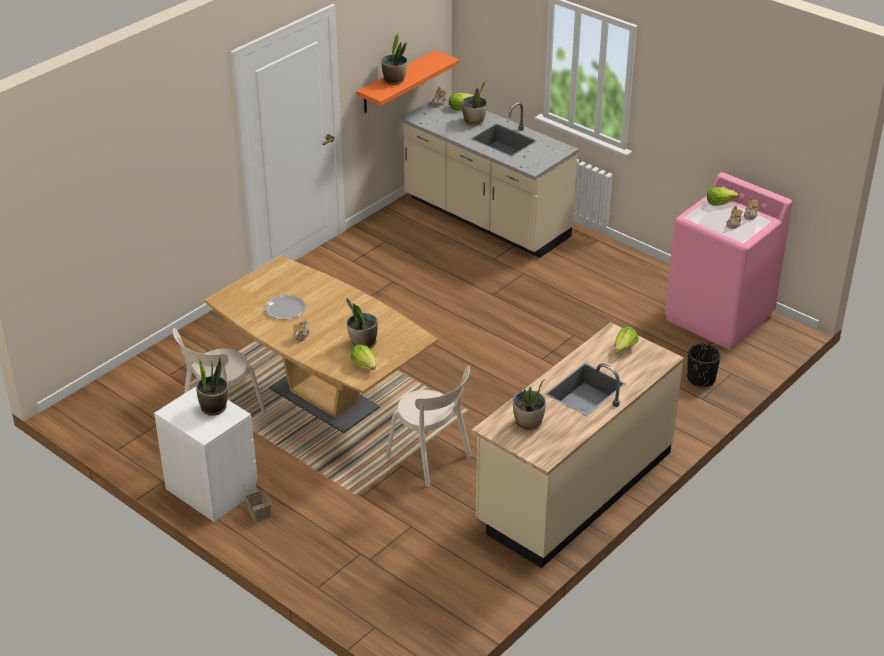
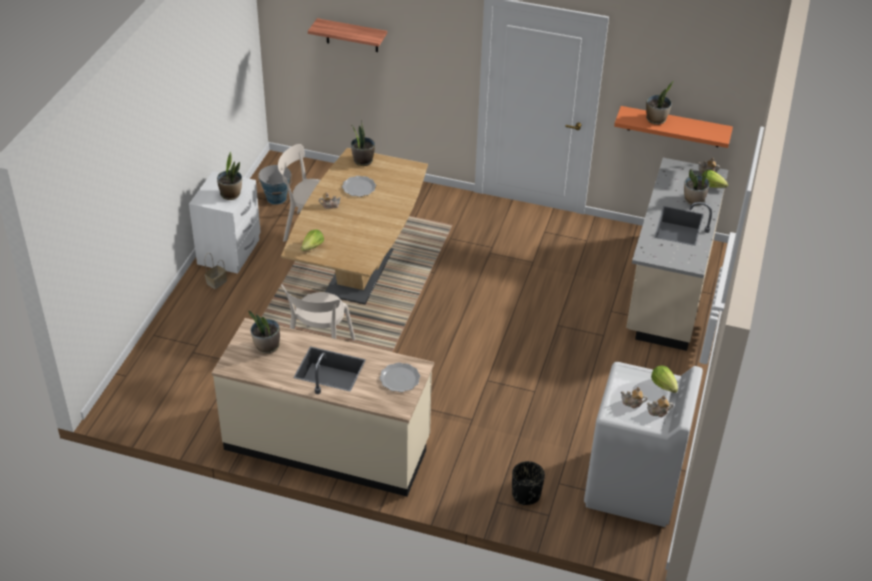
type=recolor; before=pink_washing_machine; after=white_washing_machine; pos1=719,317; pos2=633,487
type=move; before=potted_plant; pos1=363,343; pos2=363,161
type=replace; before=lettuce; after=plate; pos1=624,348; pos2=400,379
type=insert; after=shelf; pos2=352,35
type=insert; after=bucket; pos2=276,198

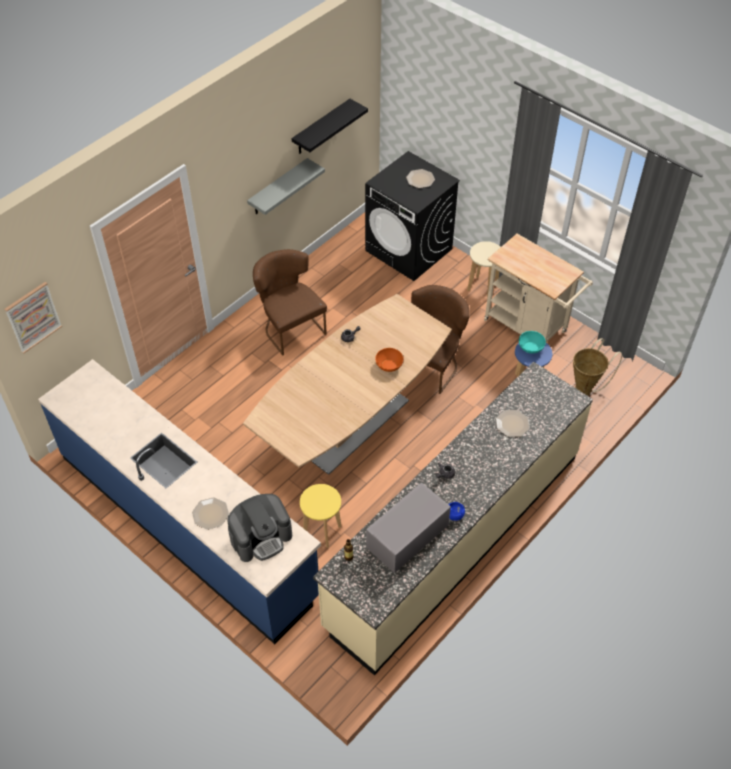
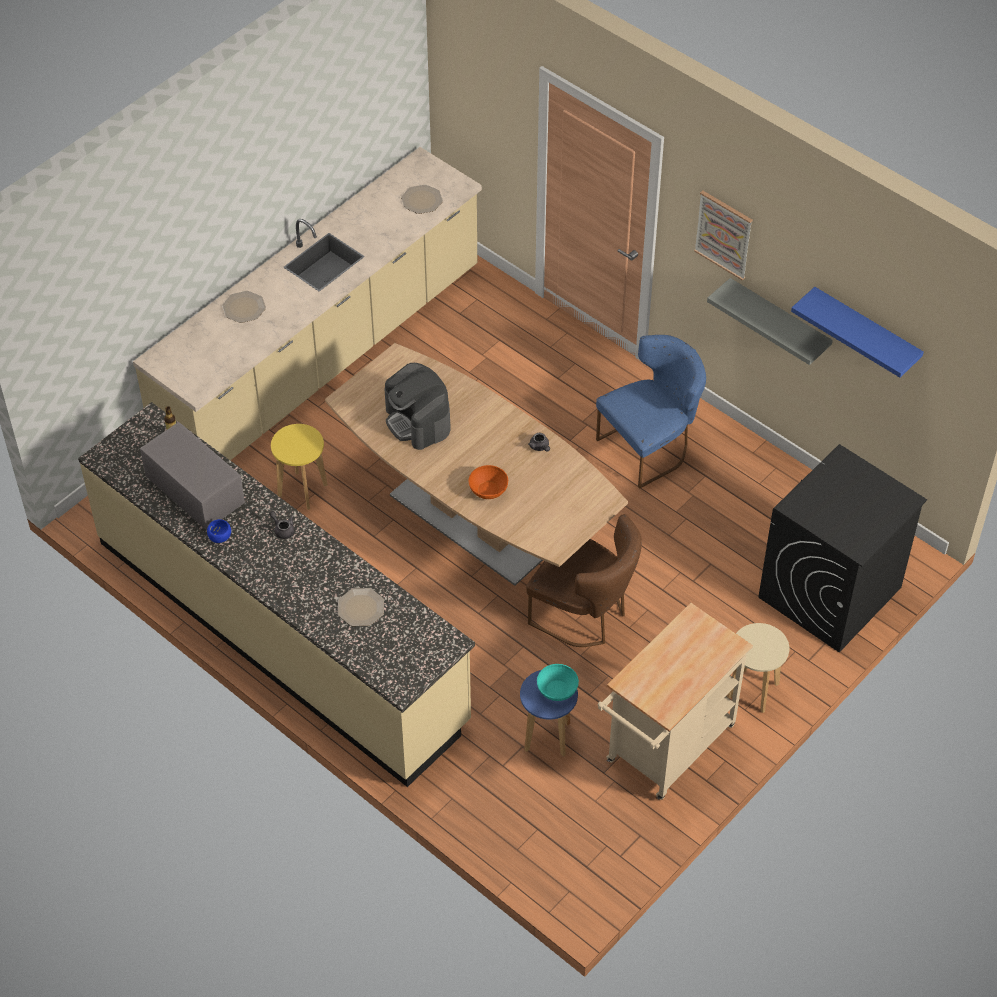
type=recolor; before=black_shelf; after=blue_shelf; pos1=321,127; pos2=866,331
type=move; before=plate; pos1=420,179; pos2=421,200
type=recolor; before=brown_chair; after=blue_chair; pos1=290,327; pos2=650,447
type=move; before=picture; pos1=33,317; pos2=724,234
type=delete; before=basket; pos1=586,389
type=recolor; before=blue_counter; after=beige_counter; pos1=187,524; pos2=322,359
type=move; before=coffee_machine; pos1=261,537; pos2=418,421

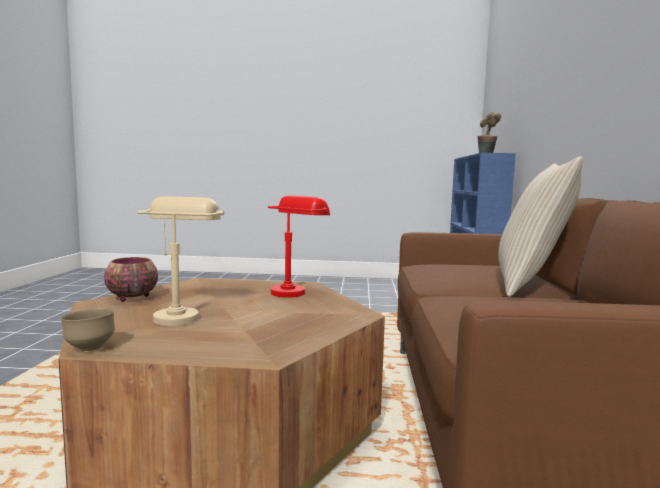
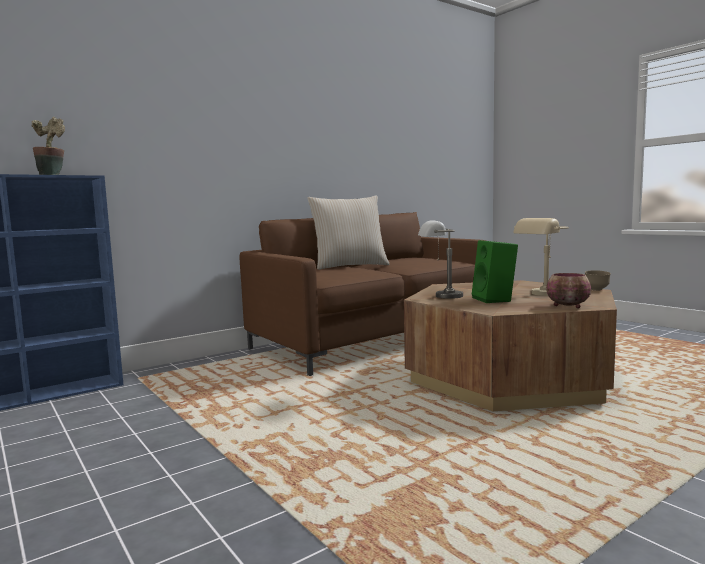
type=recolor; before=red_table_lamp; after=grey_table_lamp; pos1=295,290; pos2=439,296
type=insert; after=green_speaker; pos2=495,300

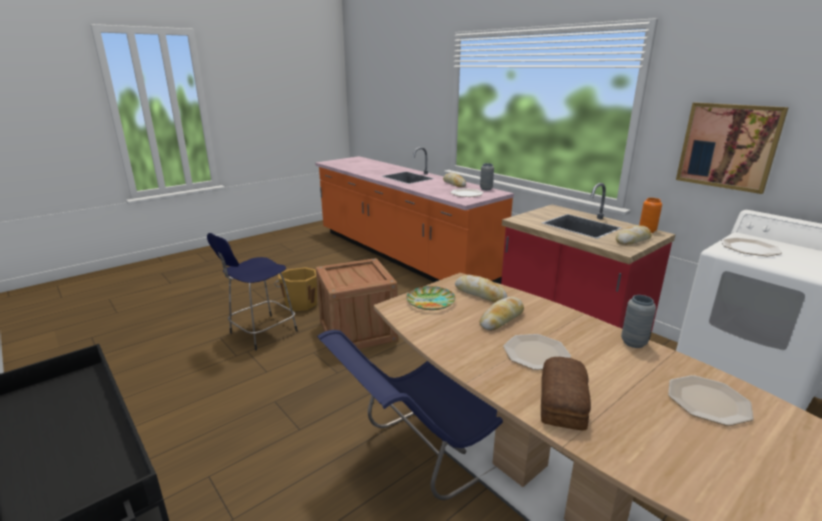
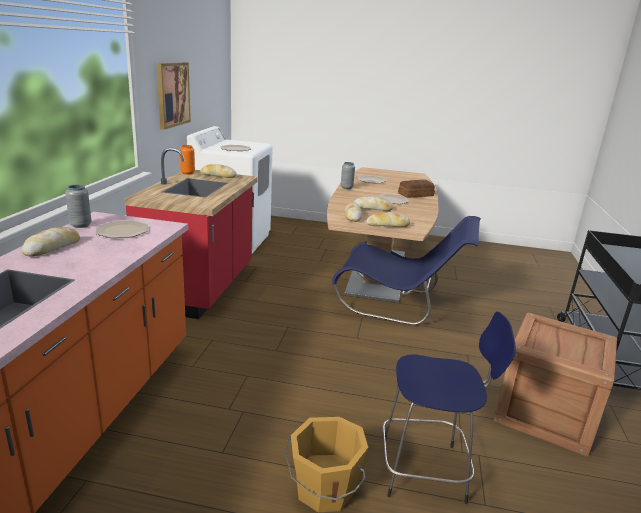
type=move; before=crate; pos1=357,331; pos2=545,414
type=replace; before=plate; after=bread; pos1=430,301; pos2=387,225

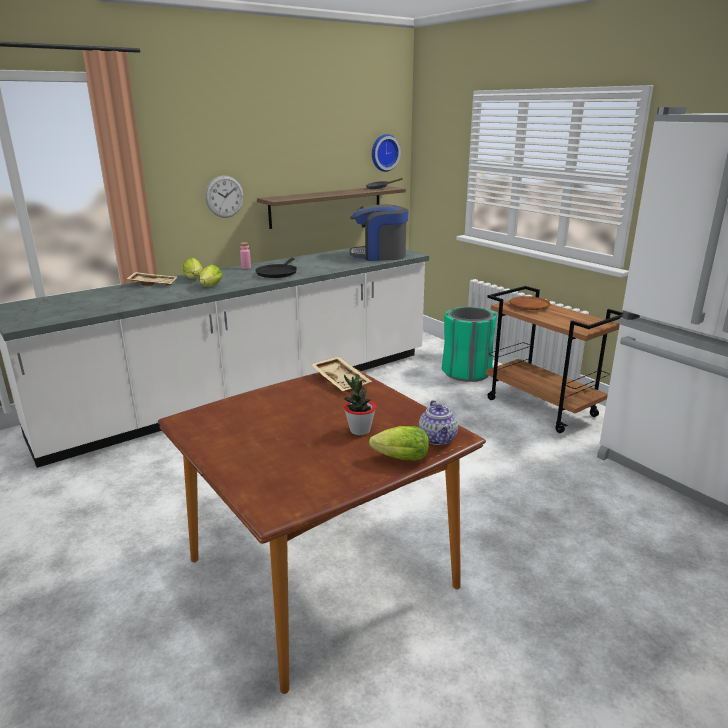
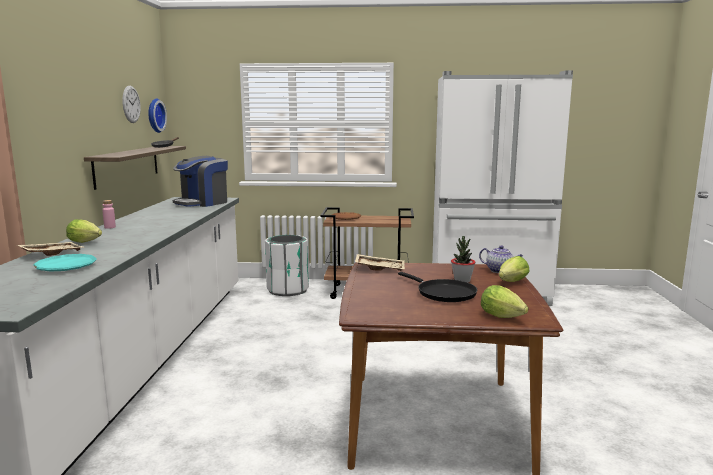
type=move; before=wall_clock; pos1=224,196; pos2=131,104
type=move; before=black_frying_pan; pos1=277,273; pos2=443,293
type=move; before=lettuce; pos1=210,287; pos2=504,317
type=recolor; before=green_trash_can; after=white_trash_can; pos1=466,372; pos2=287,290
type=insert; after=turquoise_plate; pos2=66,267

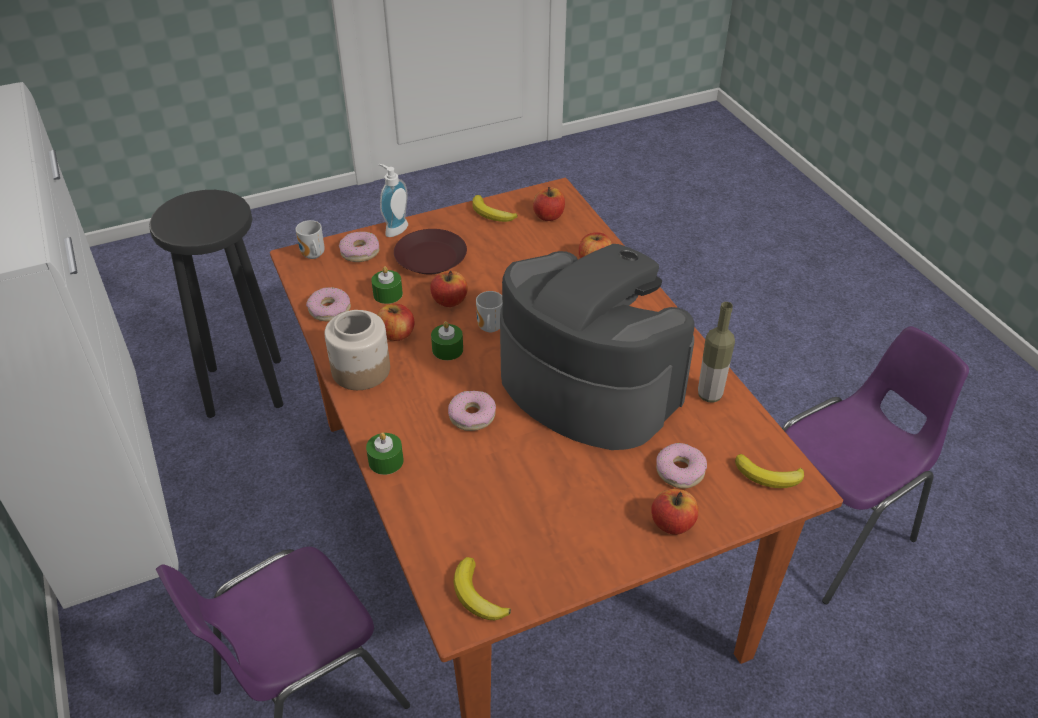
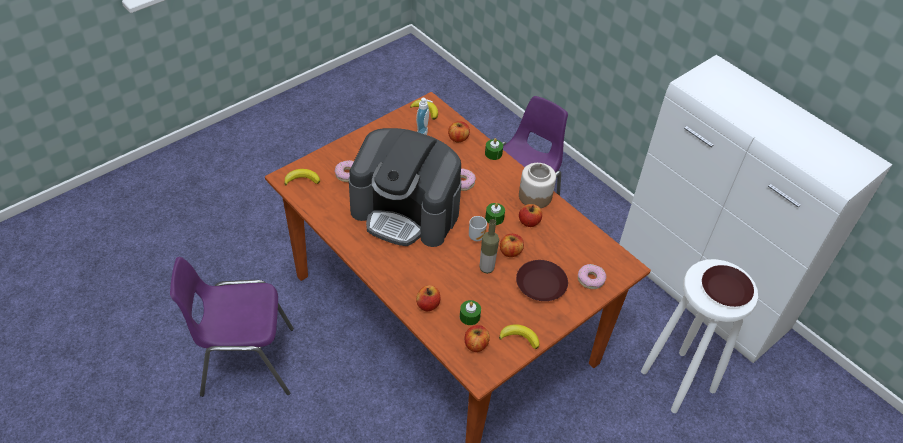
type=move; before=soap_dispenser; pos1=394,228; pos2=424,134
type=recolor; before=black_stool; after=white_stool; pos1=246,386; pos2=677,381
type=delete; before=mug; pos1=312,256
type=move; before=green_candle; pos1=388,294; pos2=469,316
type=delete; before=donut; pos1=329,309
type=move; before=bottle; pos1=709,395; pos2=486,268
type=rotate; before=purple_chair; pos1=832,530; pos2=245,362; turn=45
type=move; before=apple; pos1=672,523; pos2=458,138
type=insert; after=brown_plate; pos2=725,289

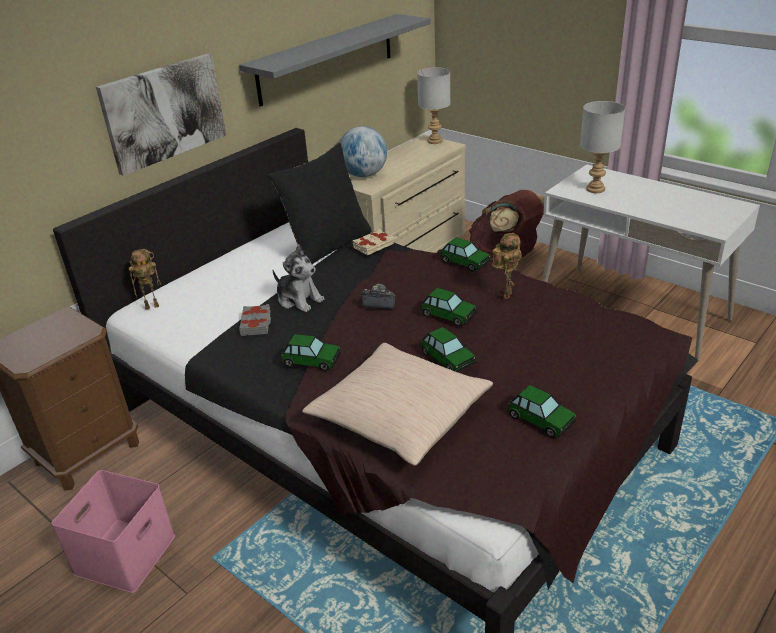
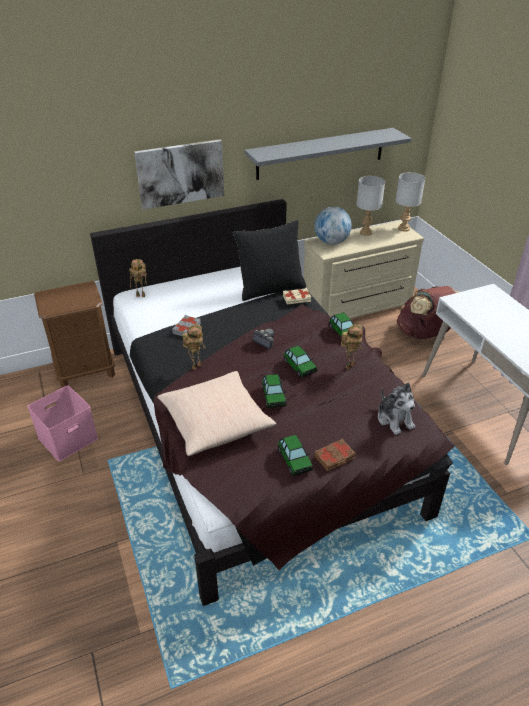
type=move; before=grey_table_lamp; pos1=595,189; pos2=366,232
type=move; before=plush_toy; pos1=299,300; pos2=394,419
type=replace; before=toy_car; after=toy_robot; pos1=312,360; pos2=196,365
type=insert; after=brown_book; pos2=335,457

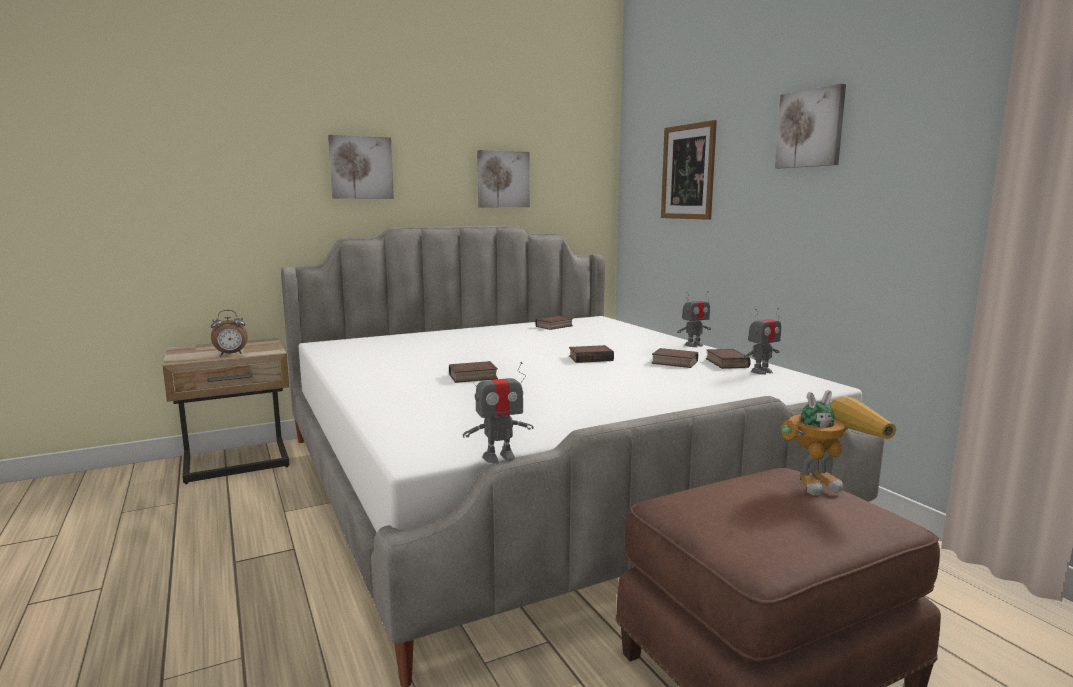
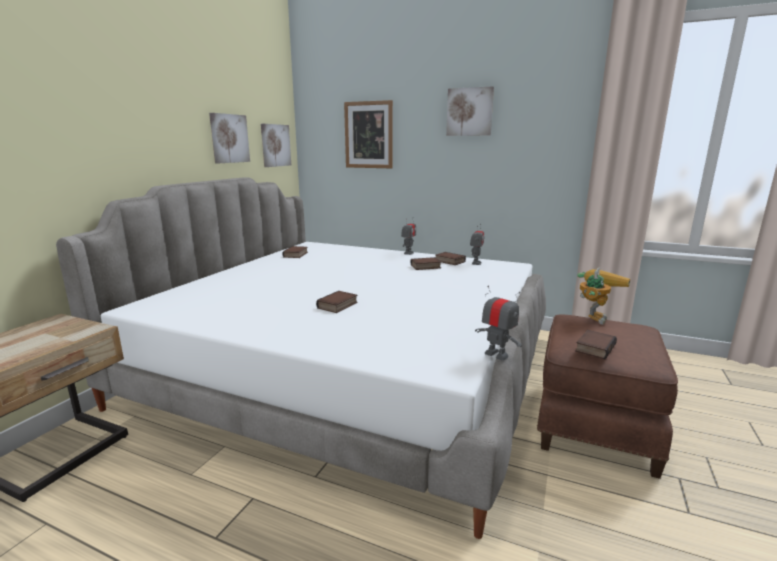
type=move; before=picture; pos1=361,168; pos2=275,145
type=delete; before=alarm_clock; pos1=231,354
type=move; before=book; pos1=591,358; pos2=594,347
type=rotate; before=toy_robot; pos1=499,457; pos2=496,355; turn=-75

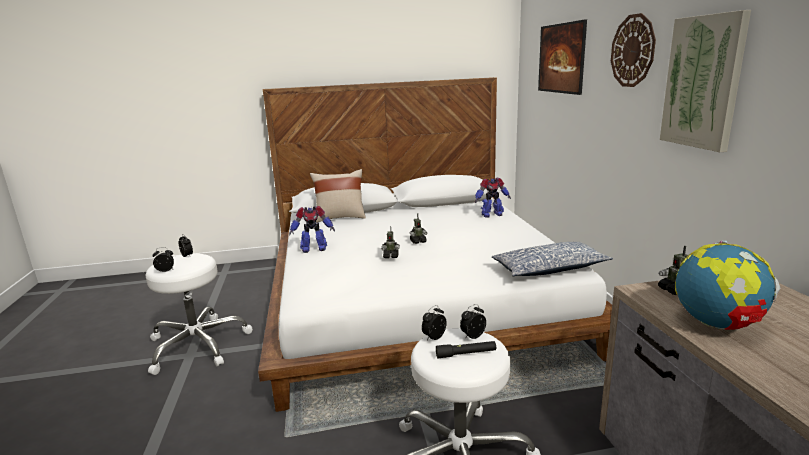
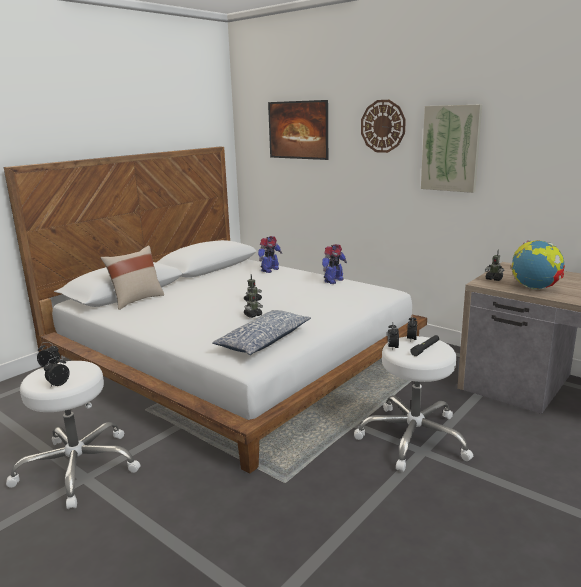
type=move; before=toy_robot; pos1=313,249; pos2=333,281
type=move; before=pillow; pos1=549,269; pos2=263,341

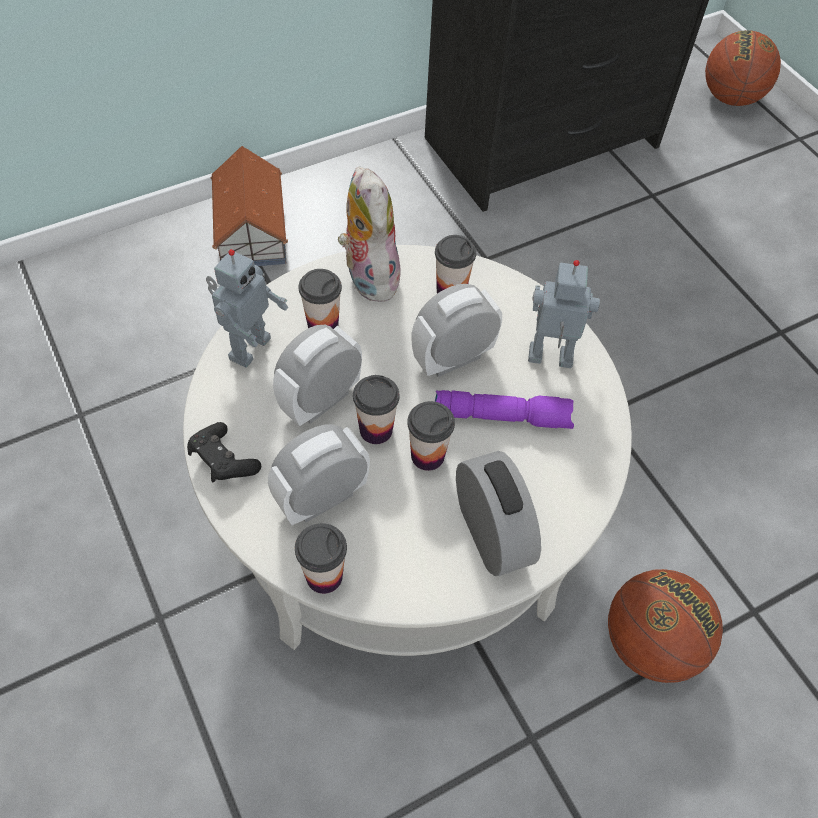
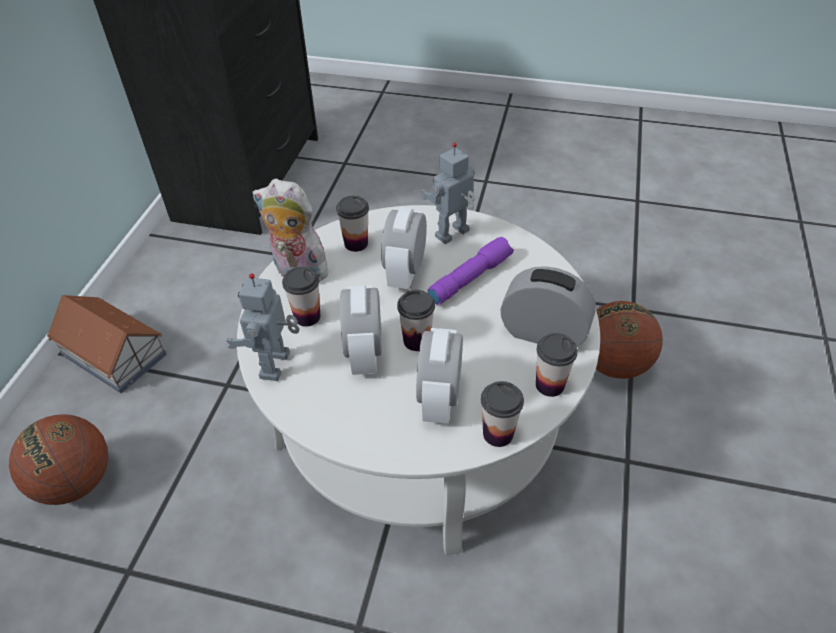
type=move; before=basketball; pos1=730,98; pos2=76,481
type=rotate; before=toy_robot; pos1=248,347; pos2=277,365; turn=-150
type=move; before=cup; pos1=427,456; pos2=549,385
type=delete; before=black_game_controller; pos1=223,461

